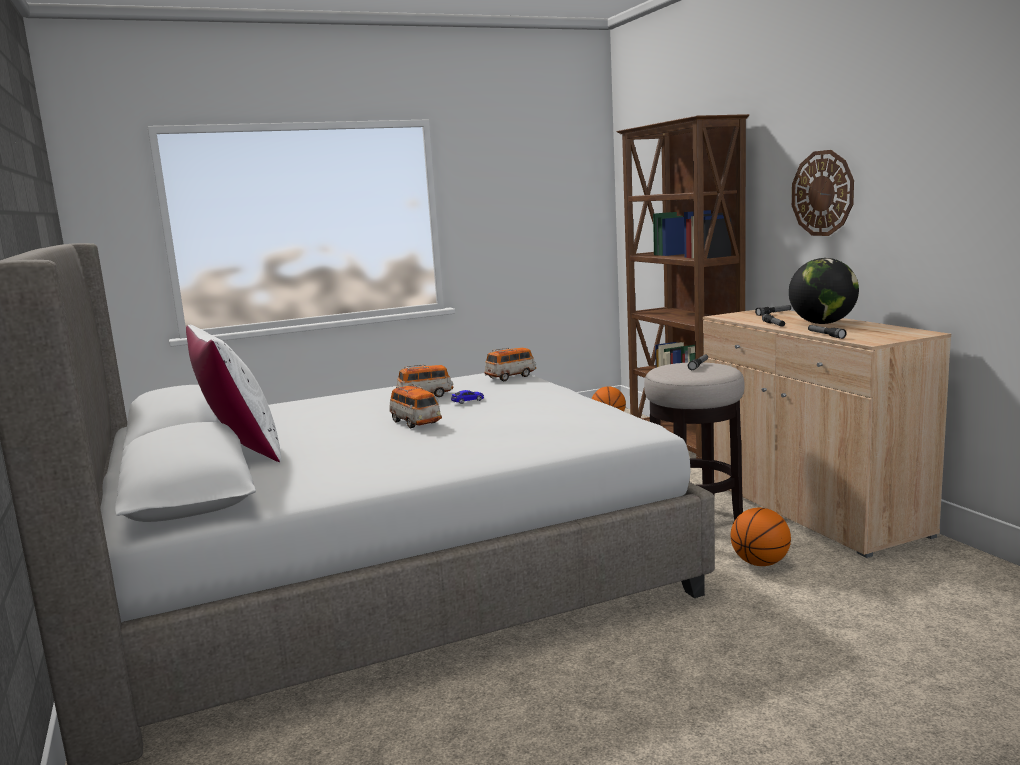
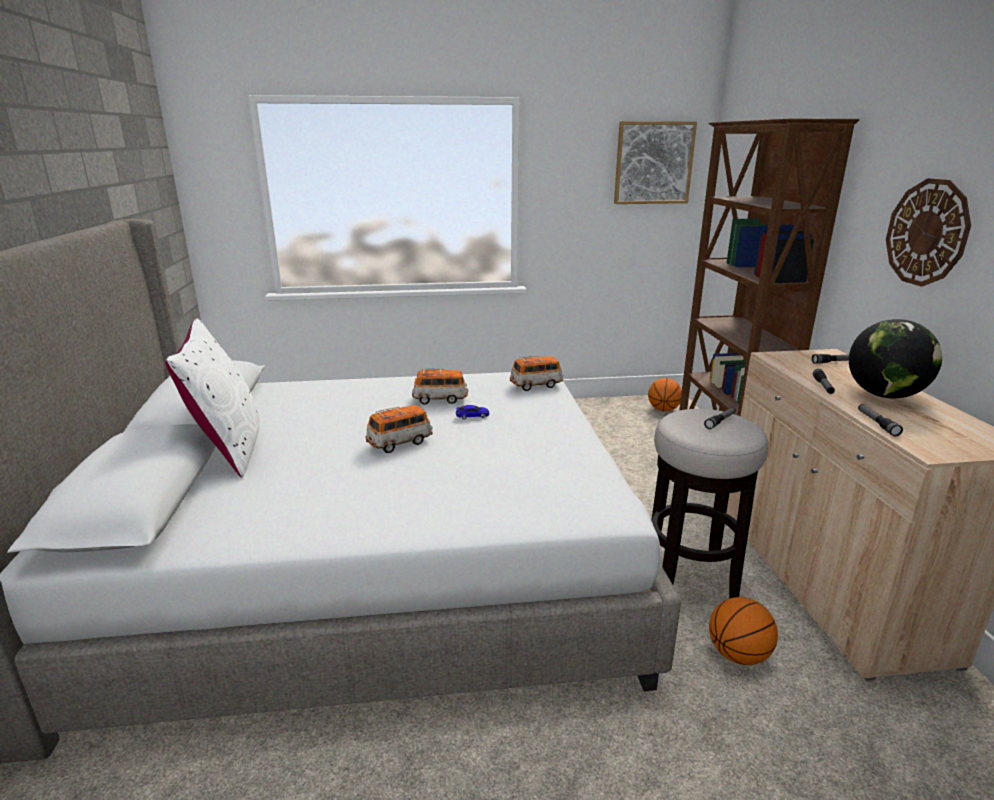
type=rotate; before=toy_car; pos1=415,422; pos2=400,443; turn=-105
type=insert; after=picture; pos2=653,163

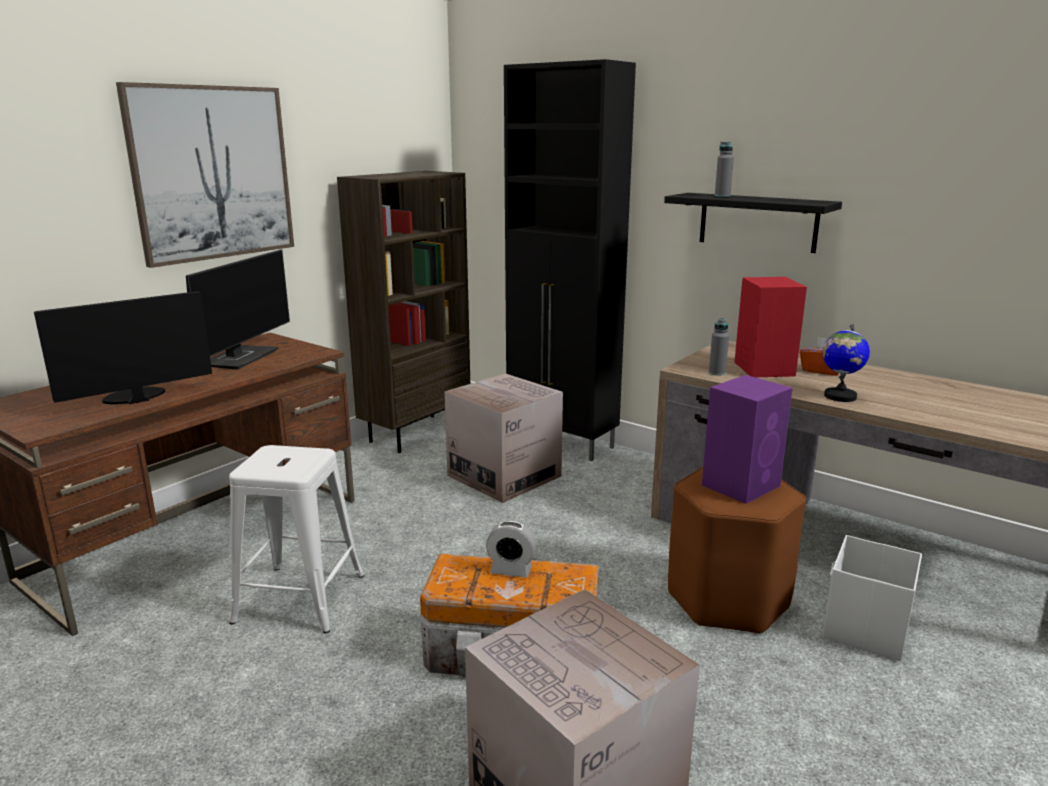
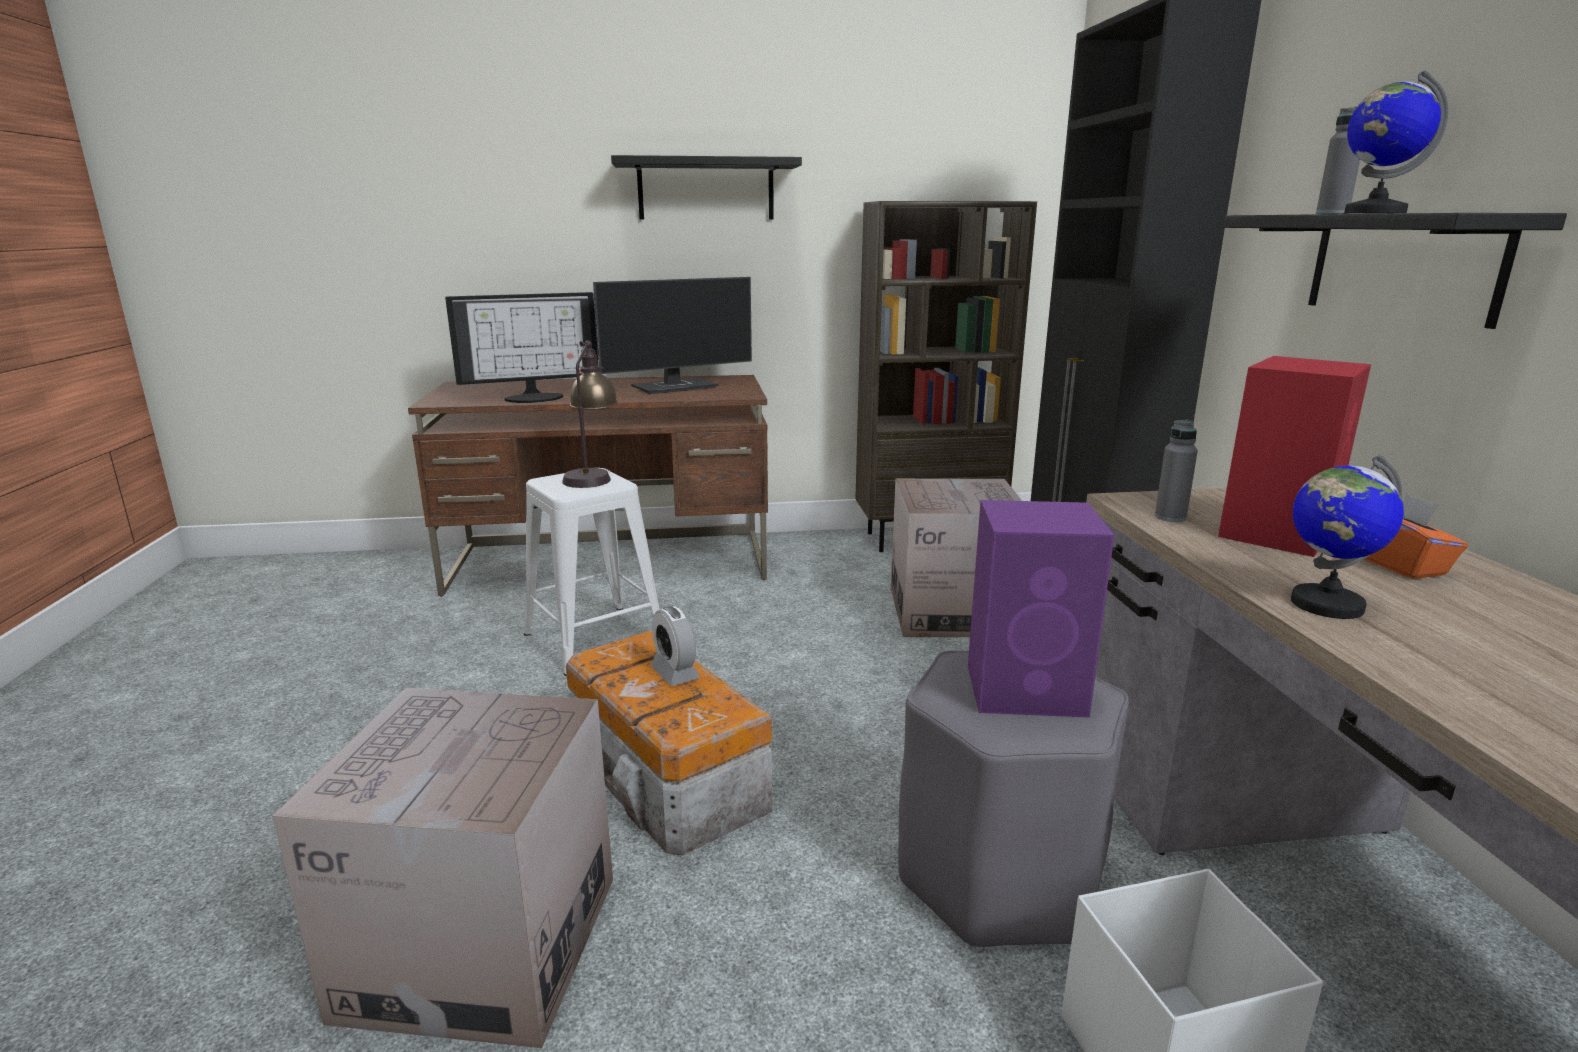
type=replace; before=picture; after=black_shelf; pos1=212,173; pos2=706,190
type=rotate; before=monitor; pos1=134,398; pos2=534,397; turn=150
type=recolor; before=brown_stool; after=grey_stool; pos1=726,599; pos2=998,876
type=insert; after=globe; pos2=1373,213
type=insert; after=table_lamp; pos2=592,475

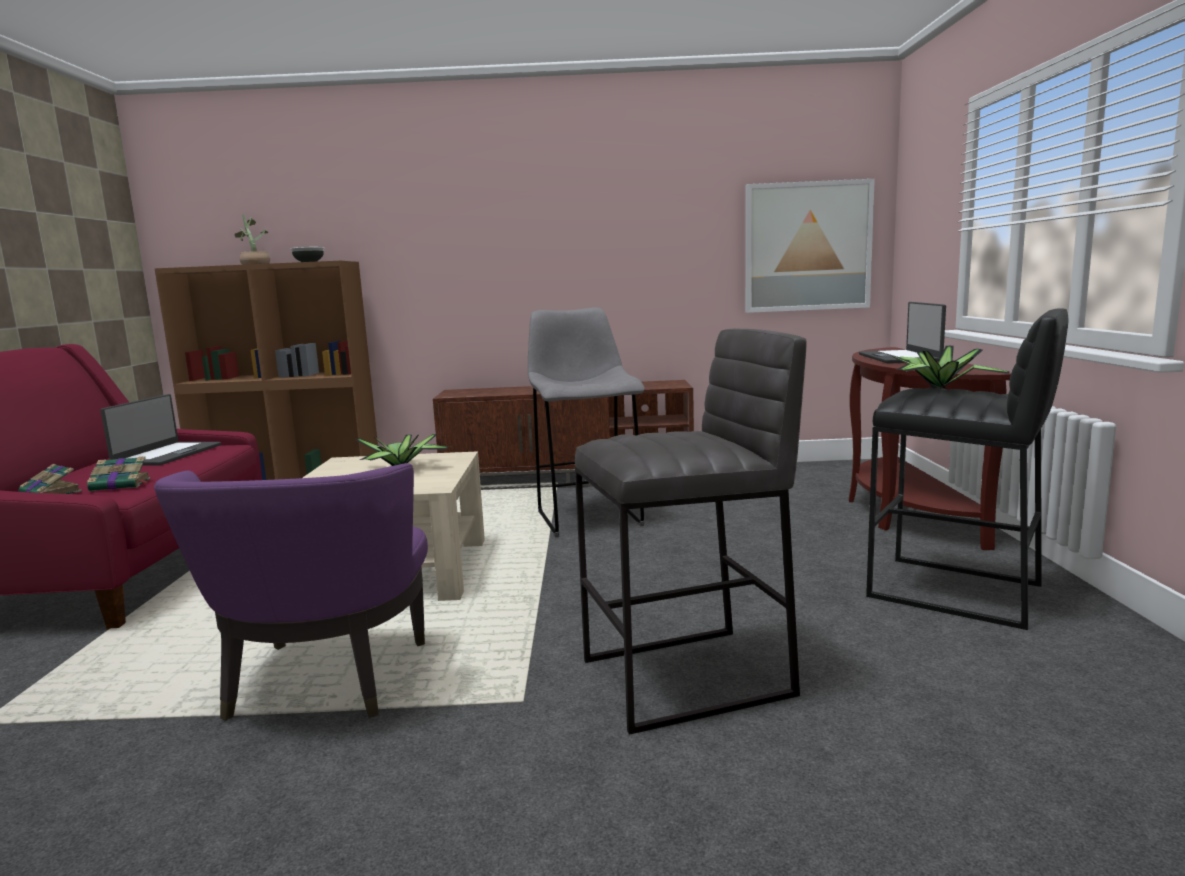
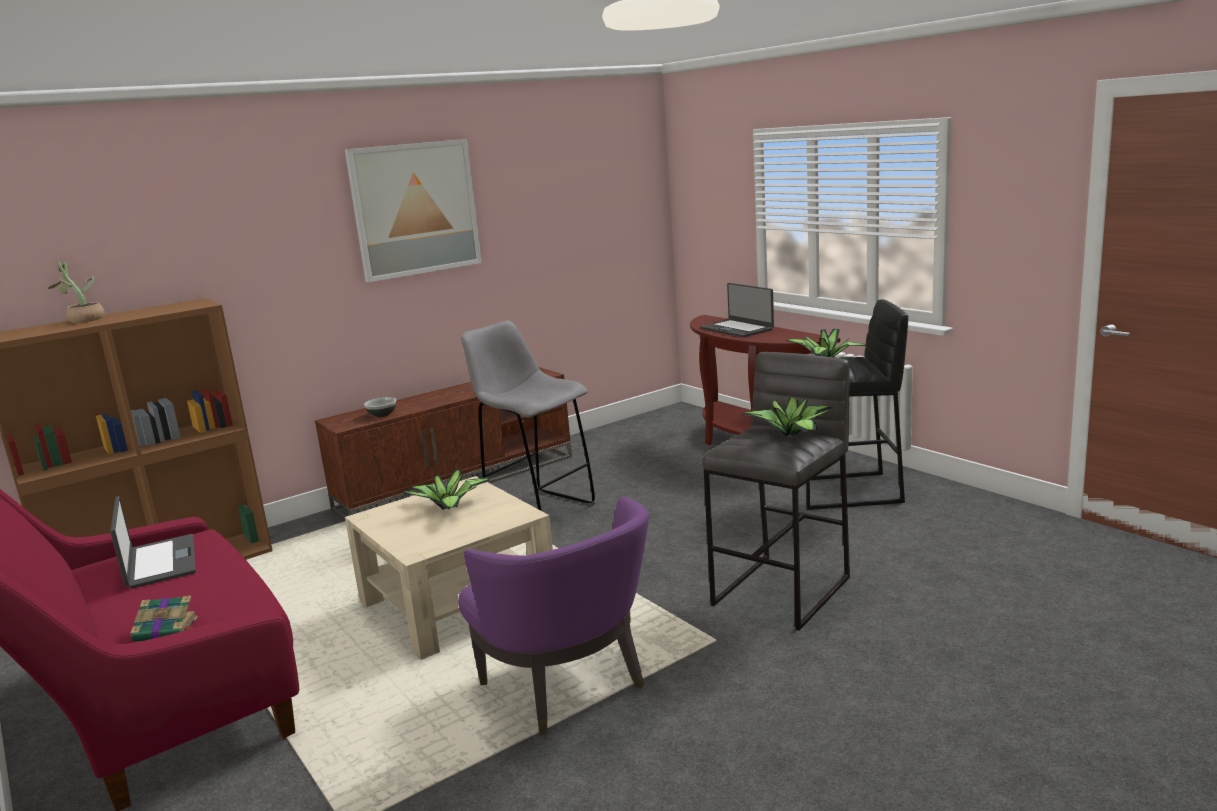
type=move; before=picture; pos1=807,247; pos2=415,209
type=move; before=bowl; pos1=309,262; pos2=382,414
type=delete; before=book; pos1=121,485
type=insert; after=potted_plant; pos2=791,434

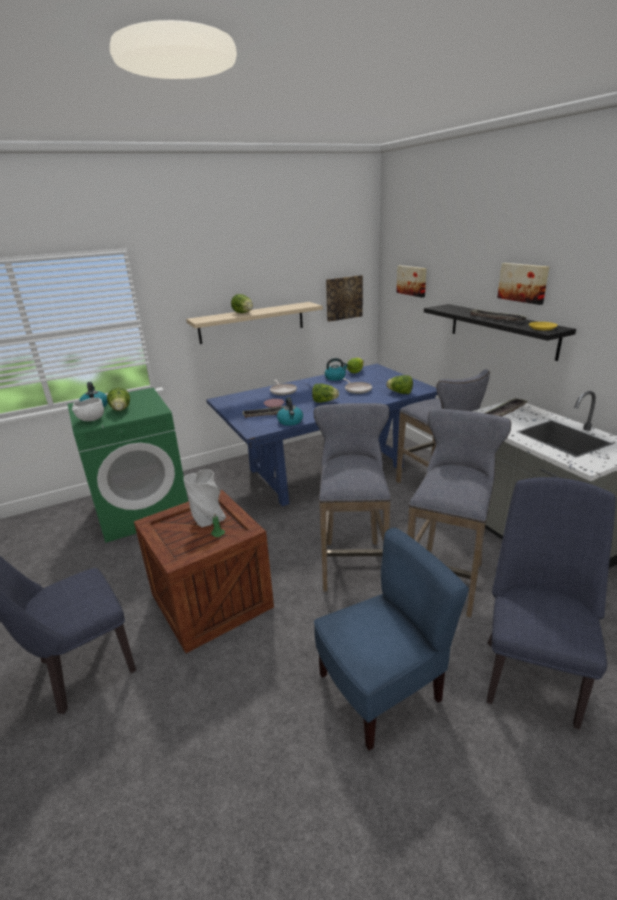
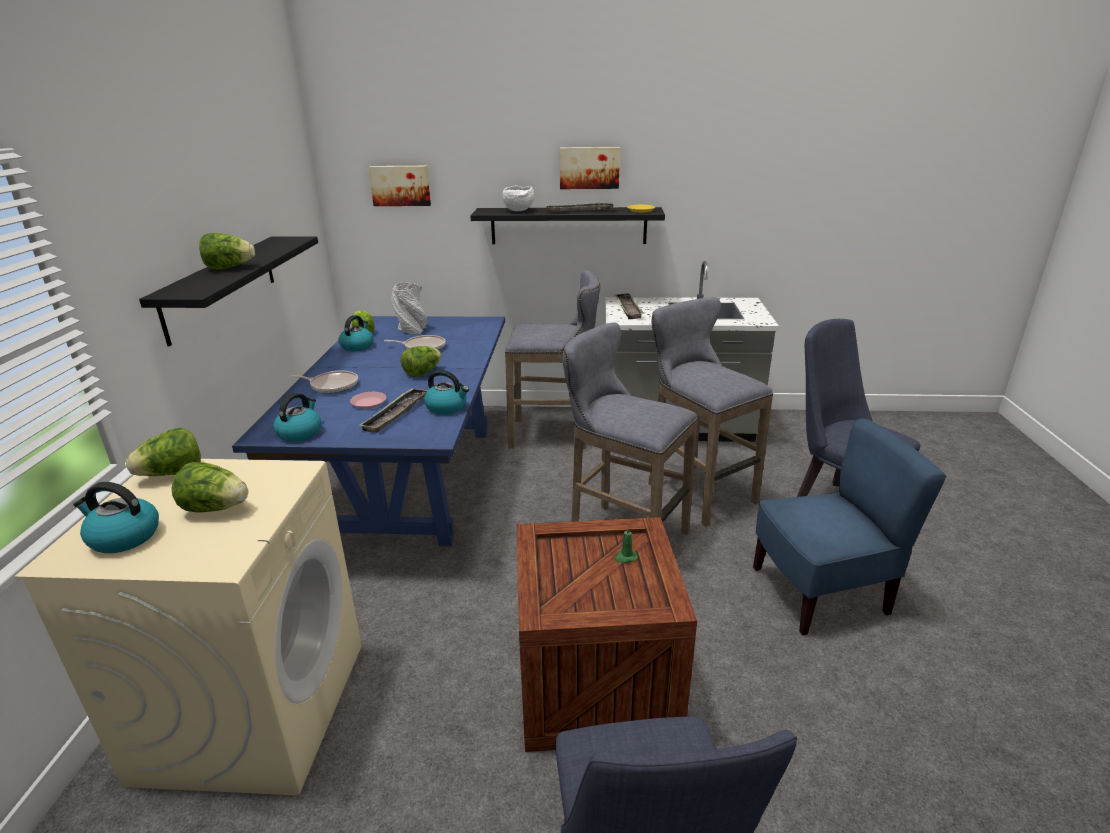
type=delete; before=picture; pos1=343,298
type=recolor; before=beige_shelf; after=black_shelf; pos1=252,322; pos2=221,286
type=move; before=lettuce; pos1=400,393; pos2=172,474
type=recolor; before=green_washing_machine; after=beige_washing_machine; pos1=143,510; pos2=254,708
type=move; before=white_bowl; pos1=91,420; pos2=519,211
type=move; before=grey_vase; pos1=208,518; pos2=411,330
type=rotate; before=blue_chair; pos1=380,690; pos2=820,593; turn=75
type=insert; after=kettle; pos2=300,432

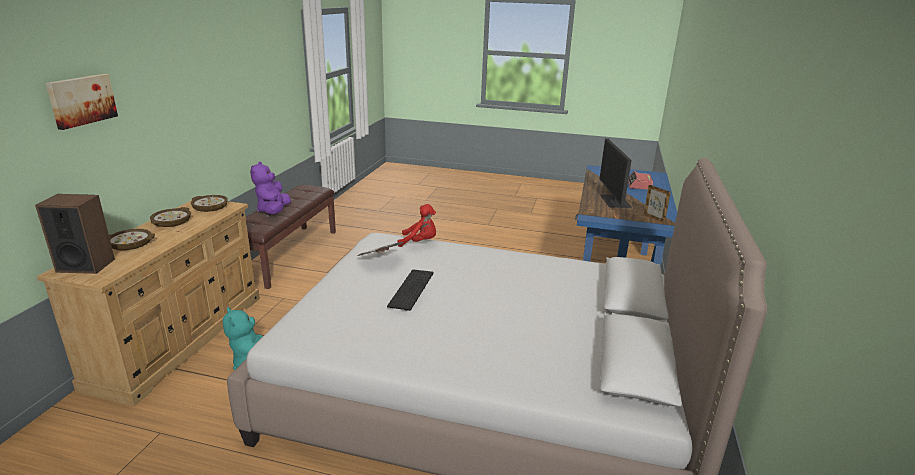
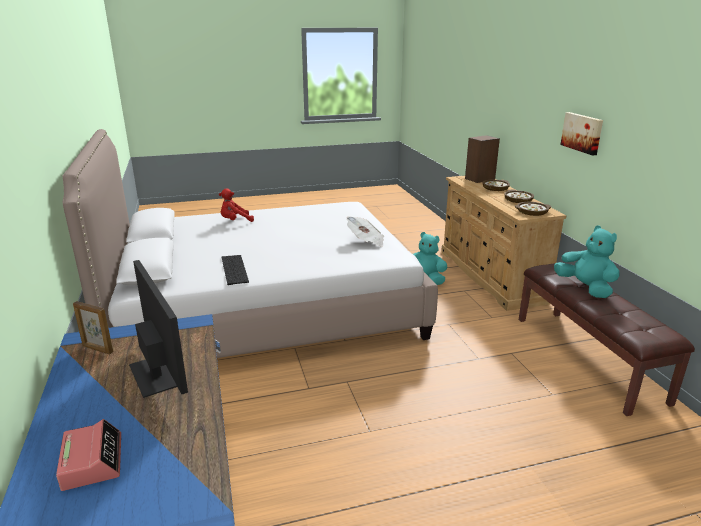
type=move; before=picture; pos1=81,100; pos2=582,133
type=recolor; before=purple_plush_toy; after=turquoise_plush_toy; pos1=273,211; pos2=585,288
type=move; before=red_plush_toy; pos1=420,242; pos2=235,221
type=move; before=keyboard; pos1=412,290; pos2=233,269

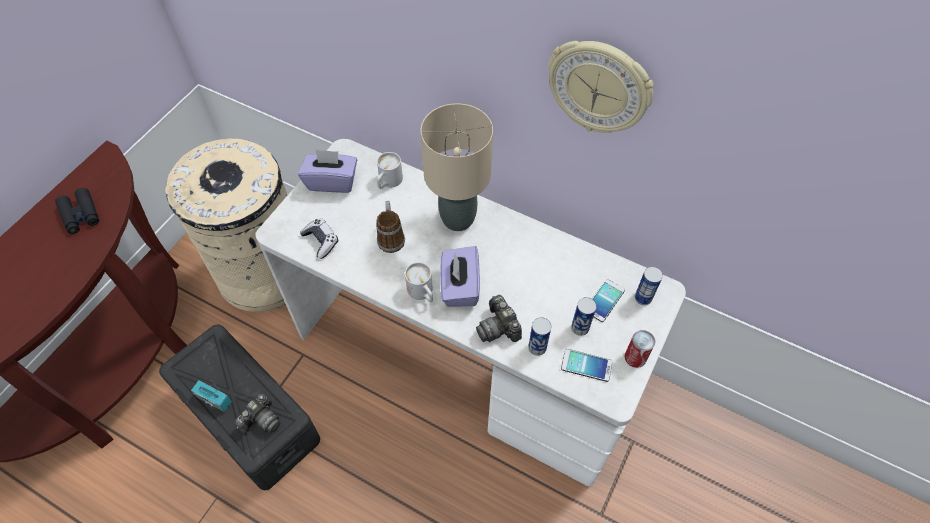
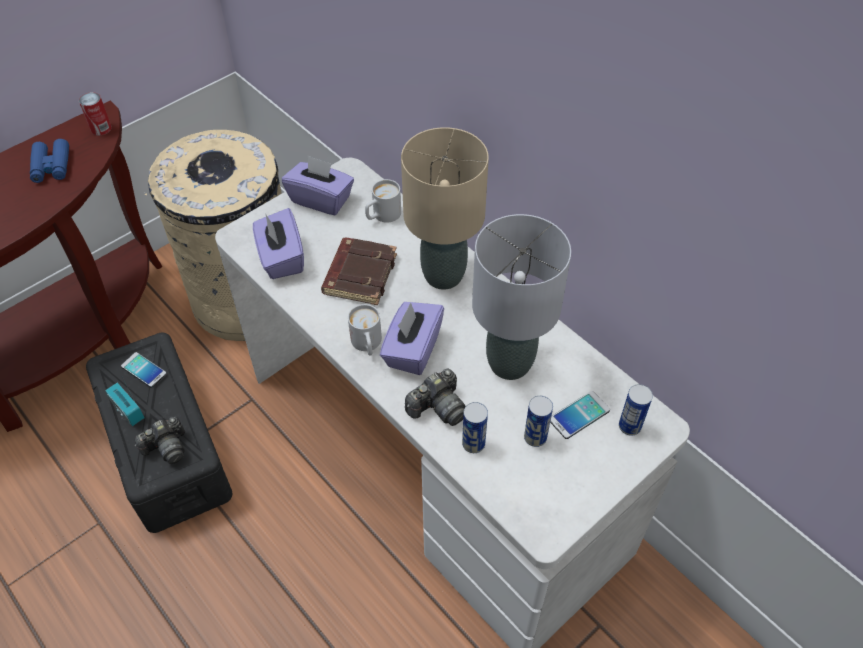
type=delete; before=wall_clock; pos1=599,87
type=recolor; before=black_binoculars; after=blue_binoculars; pos1=80,215; pos2=51,166
type=replace; before=mug; after=brown_book; pos1=391,237; pos2=359,274
type=replace; before=game_controller; after=purple_tissue_box; pos1=321,241; pos2=281,258
type=rotate; before=photo_camera; pos1=498,327; pos2=438,407; turn=-120
type=move; before=can; pos1=635,357; pos2=101,128
type=move; before=phone; pos1=586,365; pos2=144,370
type=insert; after=grey_table_lamp; pos2=509,364

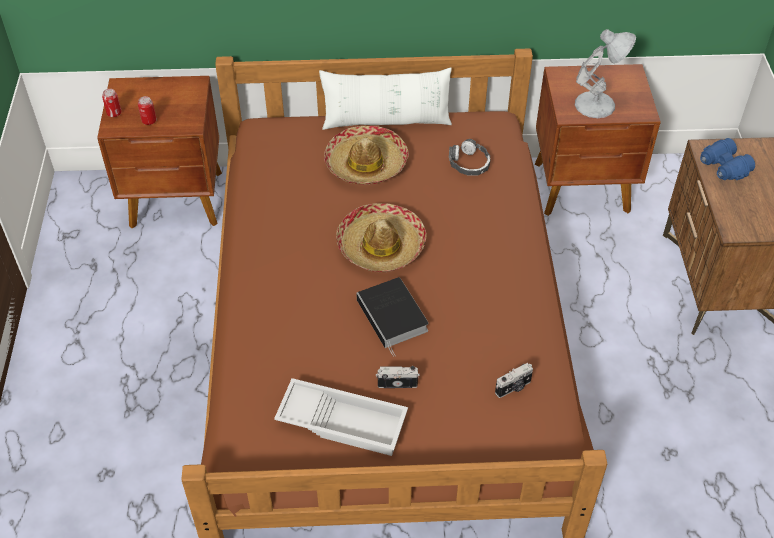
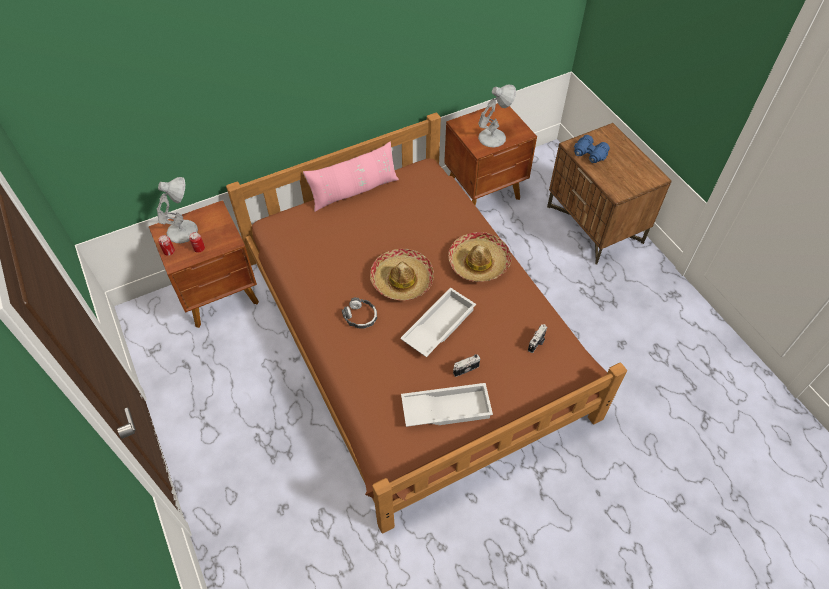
type=recolor; before=white_pillow; after=pink_pillow; pos1=386,121; pos2=354,191
type=move; before=hat; pos1=366,164; pos2=478,262
type=move; before=headphones; pos1=469,163; pos2=360,316
type=replace; before=book; after=white_tray; pos1=393,317; pos2=438,325
type=insert; after=white_table_lamp; pos2=184,230

